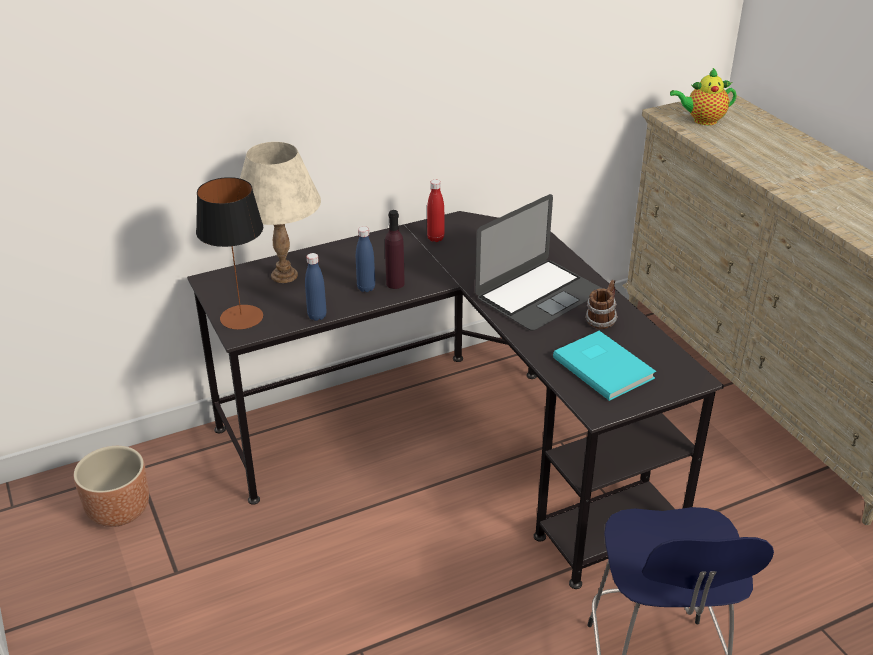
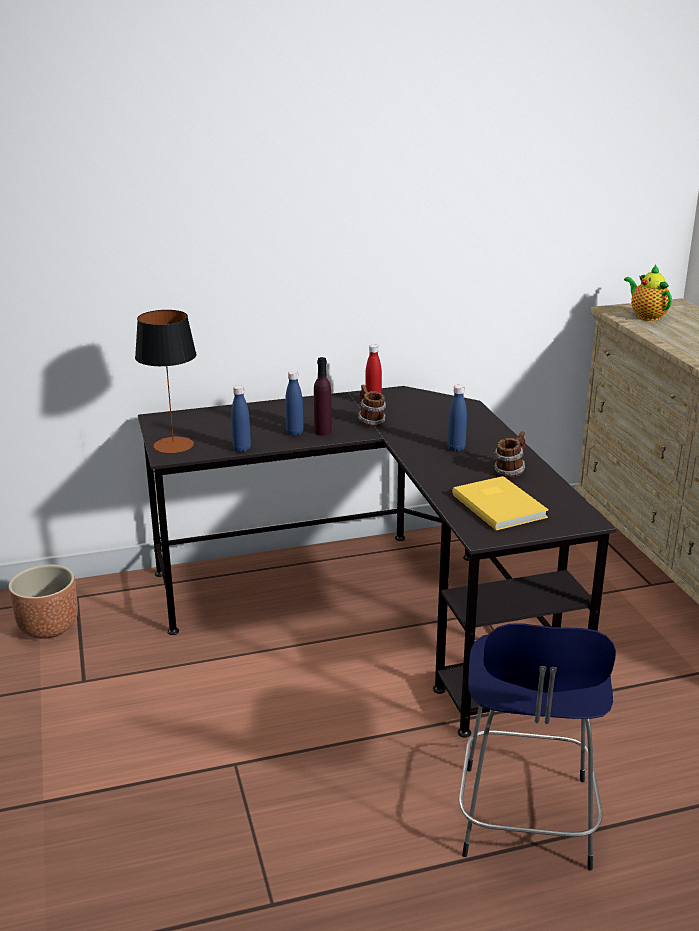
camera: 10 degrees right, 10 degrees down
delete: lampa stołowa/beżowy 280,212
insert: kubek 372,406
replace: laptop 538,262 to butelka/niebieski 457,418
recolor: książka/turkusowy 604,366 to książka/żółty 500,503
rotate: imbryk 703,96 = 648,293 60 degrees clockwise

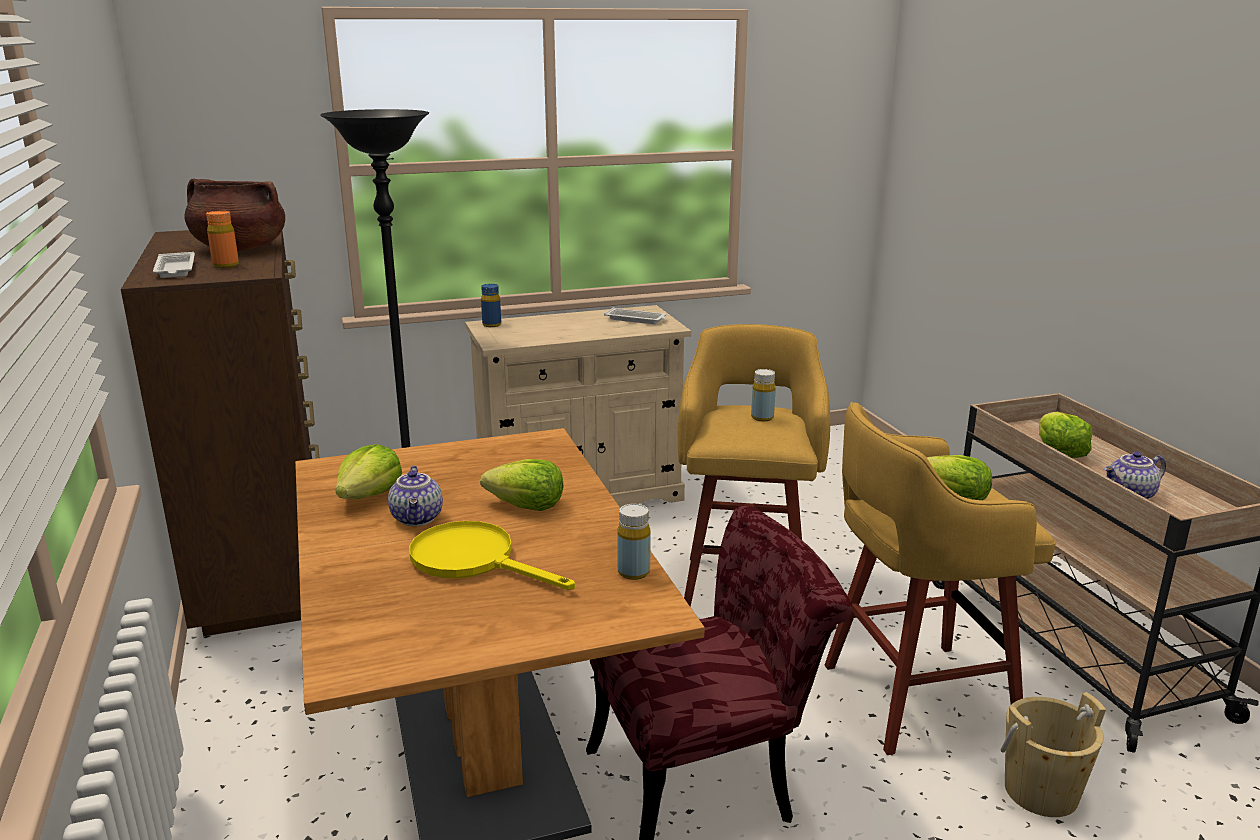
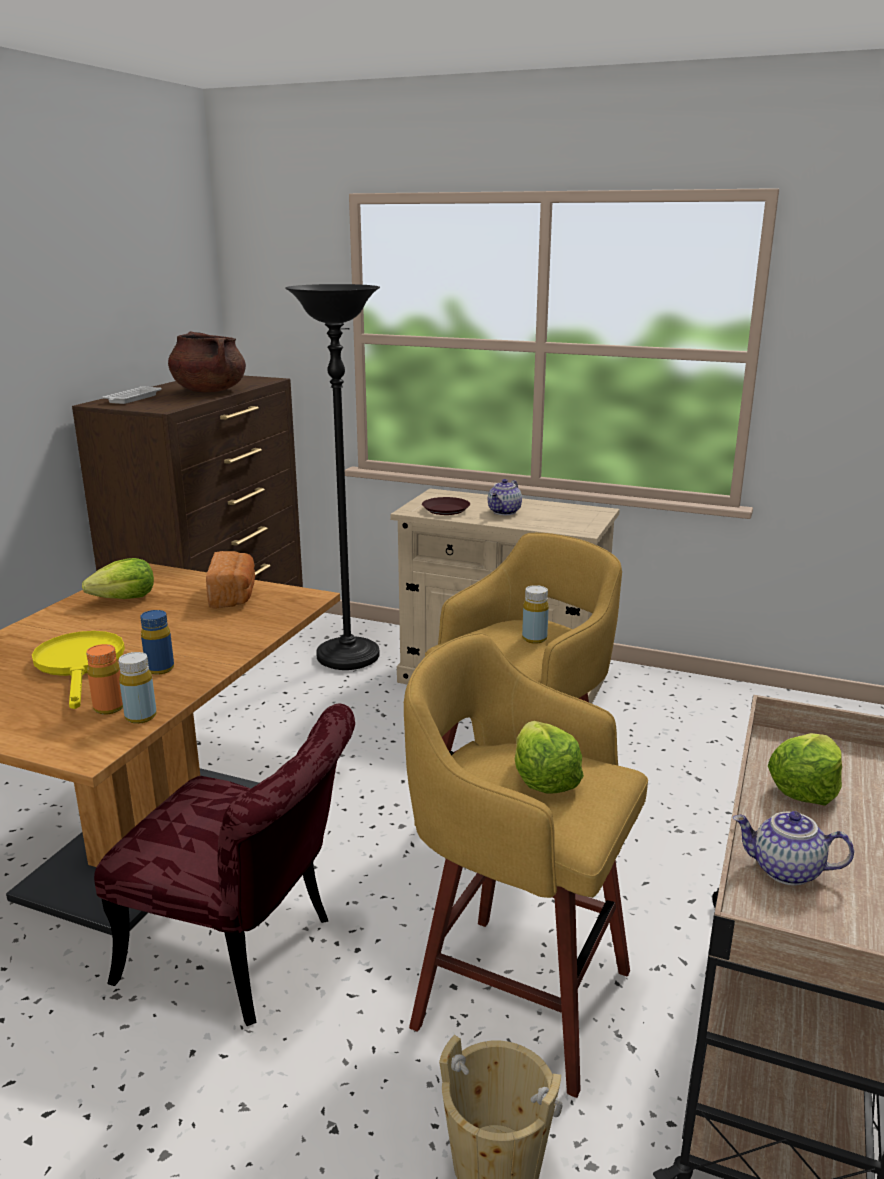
camera: 40 degrees right, 0 degrees up
delete: sałata 521,485; taca/biały 635,315
insert: chleb 230,580; talerz/brązowy 446,506
move: butelka/pomarańczowy 222,239 to 104,679; butelka/niebieski 491,305 to 157,642; imbryk 415,496 to 505,497

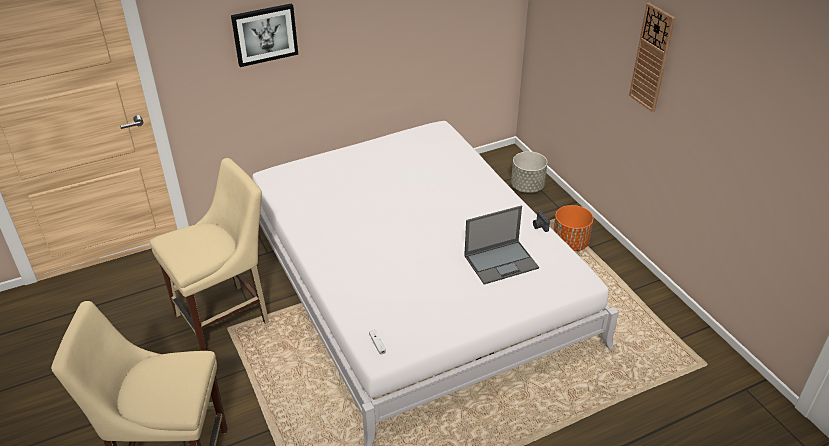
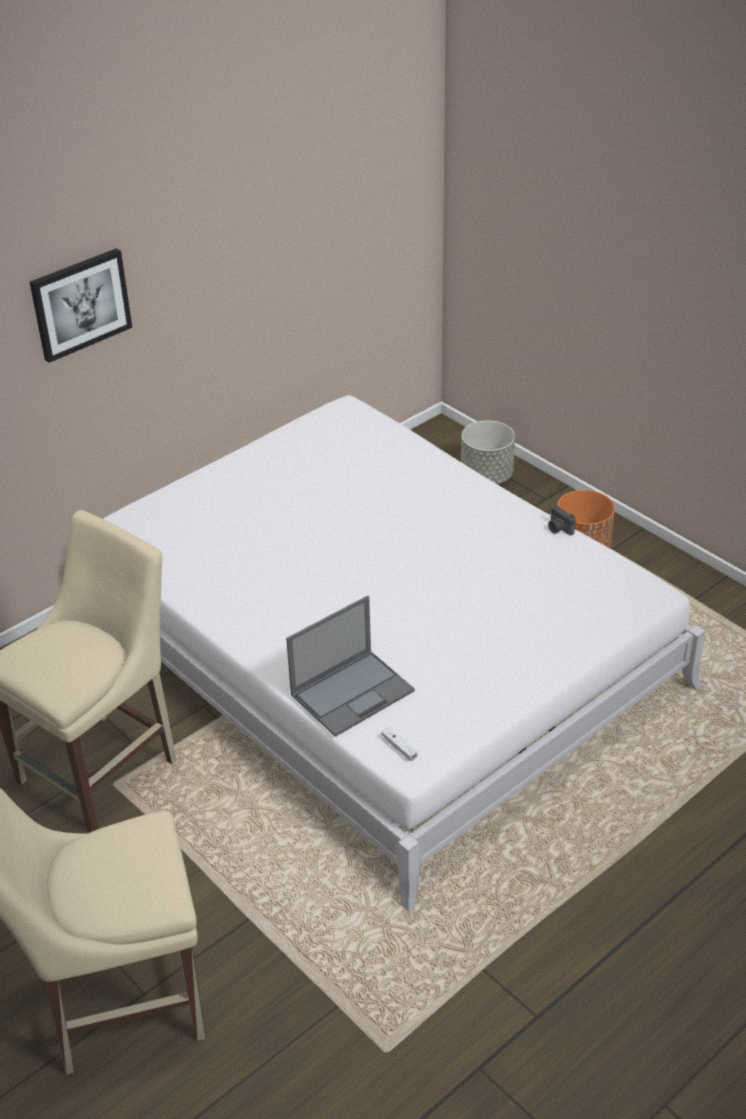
camera: 15 degrees left, 0 degrees up
delete: zegar ścienny 652,58
move: laptop 501,245 to 350,666

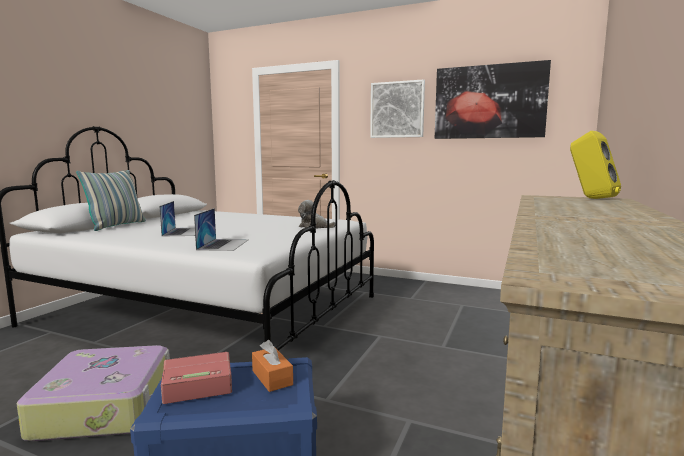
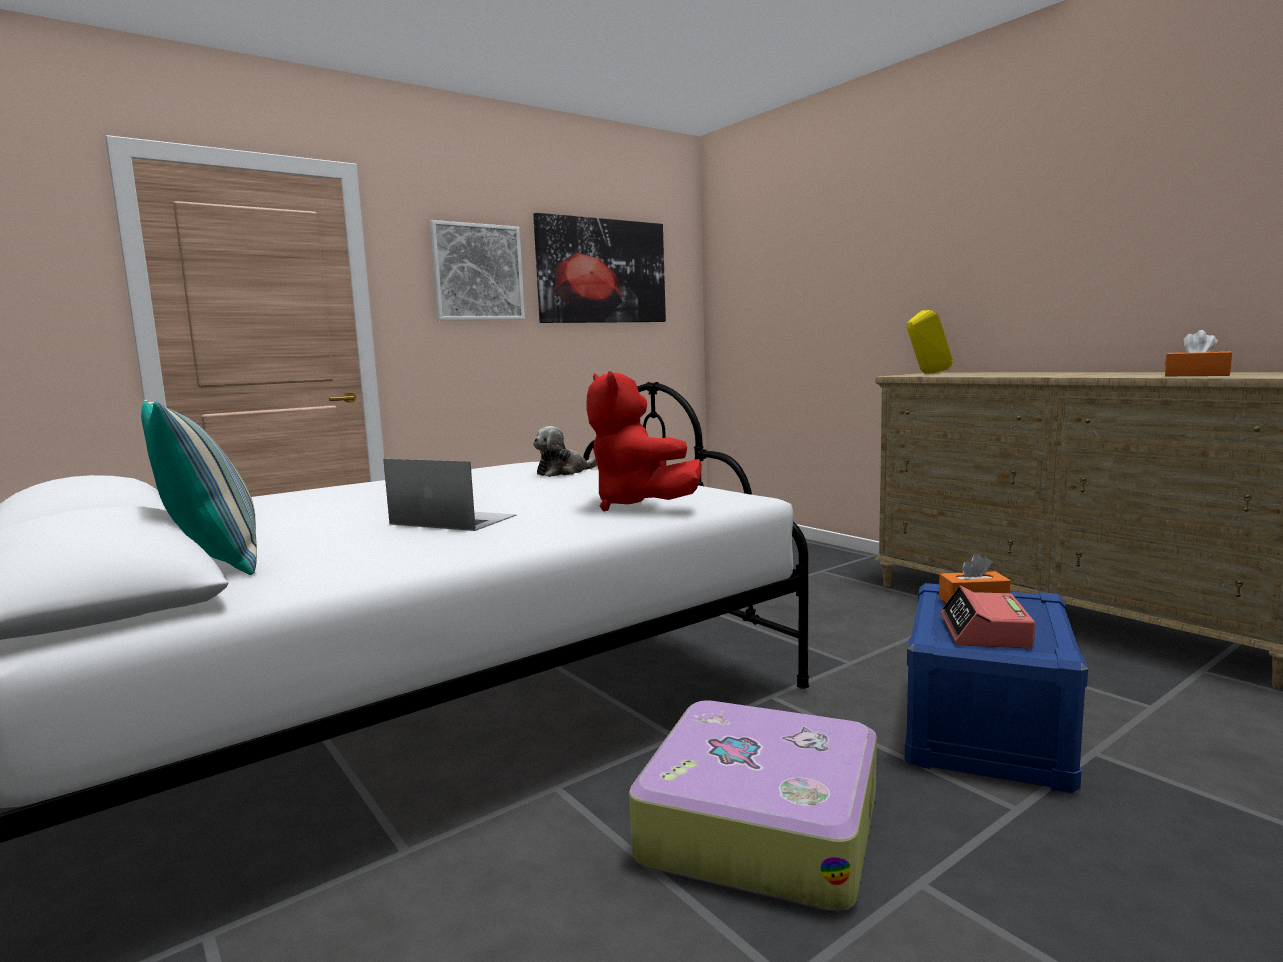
camera: 60 degrees left, 0 degrees up
insert: pudełko chusteczek/pomarańczowy 1198,353
replace: laptop 221,229 to pluszak/czerwony 644,441

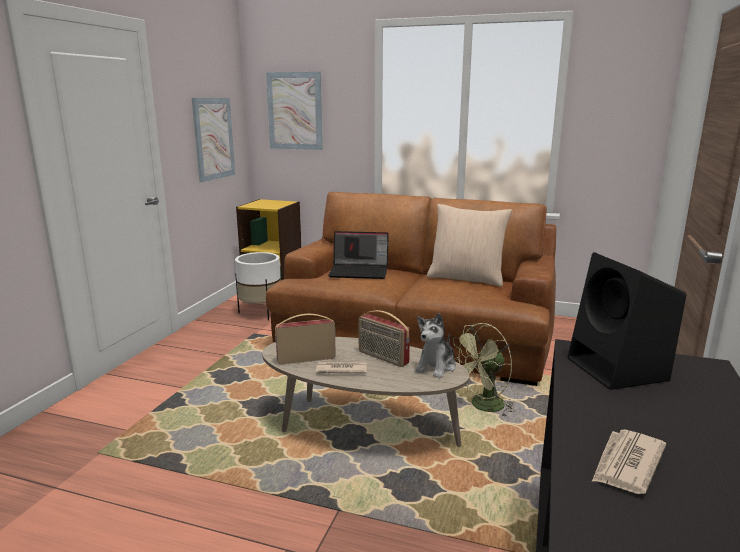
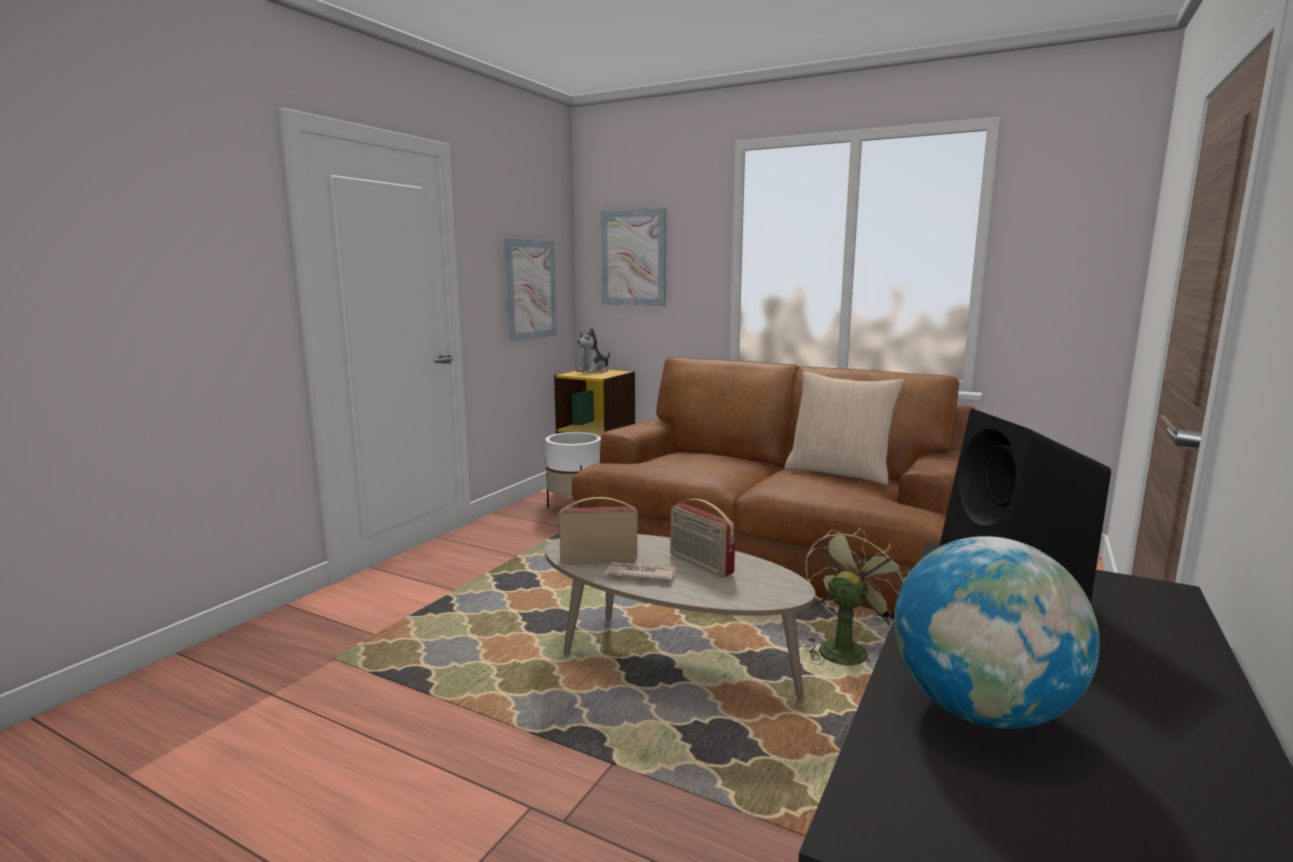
camera: 10 degrees right, 5 degrees down
delete: laptop 358,255
move: pluszak 435,345 to 593,350
replace: gazeta 629,462 to globus 997,632
rotate: wentylator/zielony 483,370 = 856,596 150 degrees clockwise

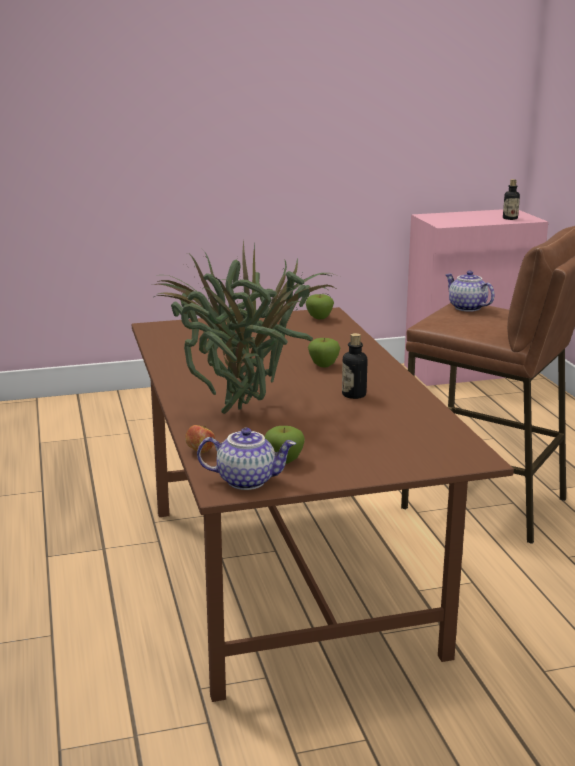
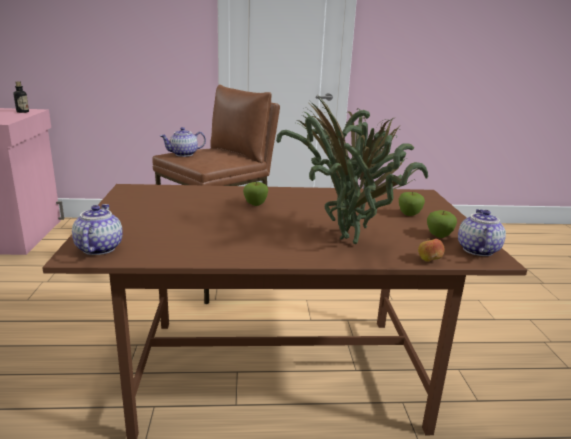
camera: 80 degrees left, 0 degrees up
delete: butelka 355,366
insert: imbryk 97,229
move: jabłko 320,307 to 412,204

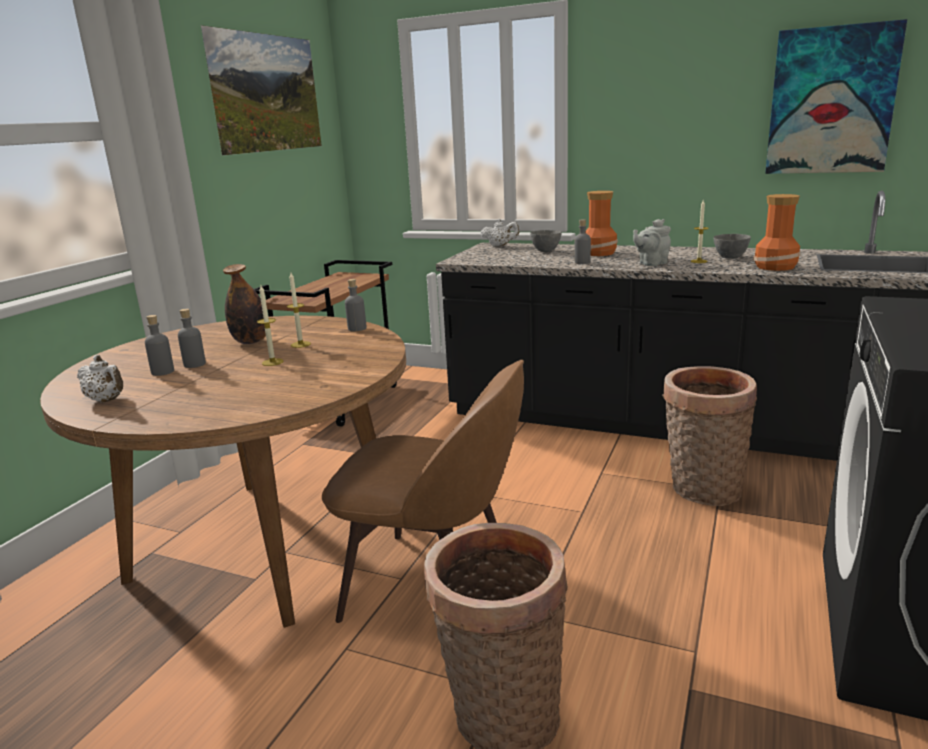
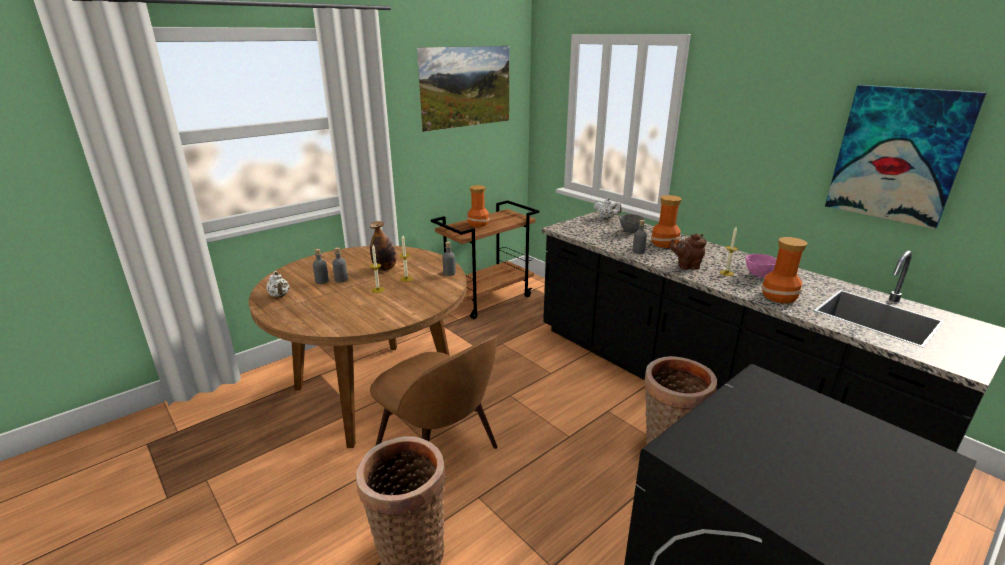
camera: 25 degrees right, 5 degrees up
insert: wazon 478,206
recolor: imbryk/szary 652,242 to imbryk/brązowy 688,252; miska/szary 732,246 to miska/różowy 761,265

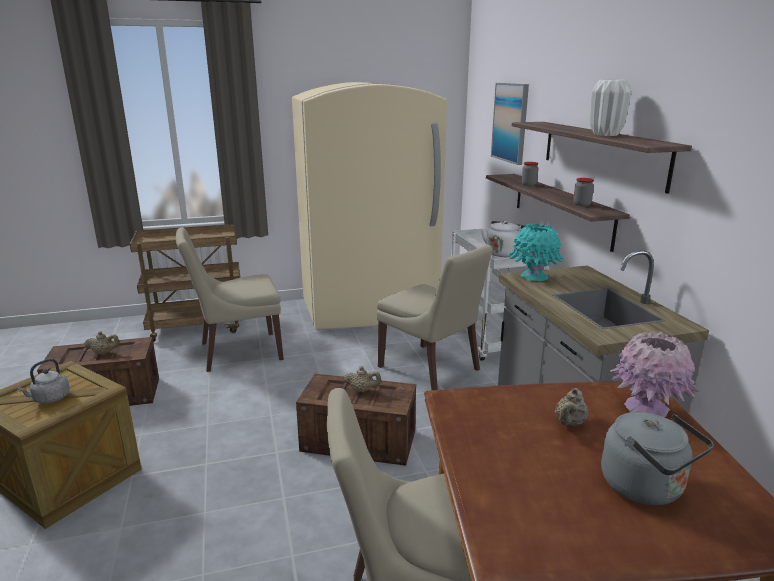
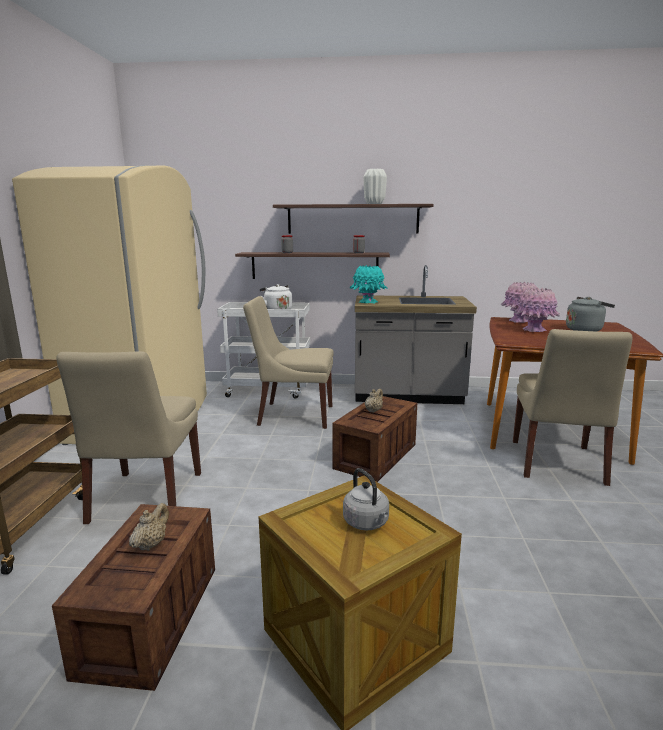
camera: 70 degrees left, 5 degrees down
delete: obraz 510,124
replace: imbryk/beżowy 571,407 to wazon/różowy 537,310
rotate: krzesło/beżowy 435,317 = 288,362 150 degrees counterclockwise

